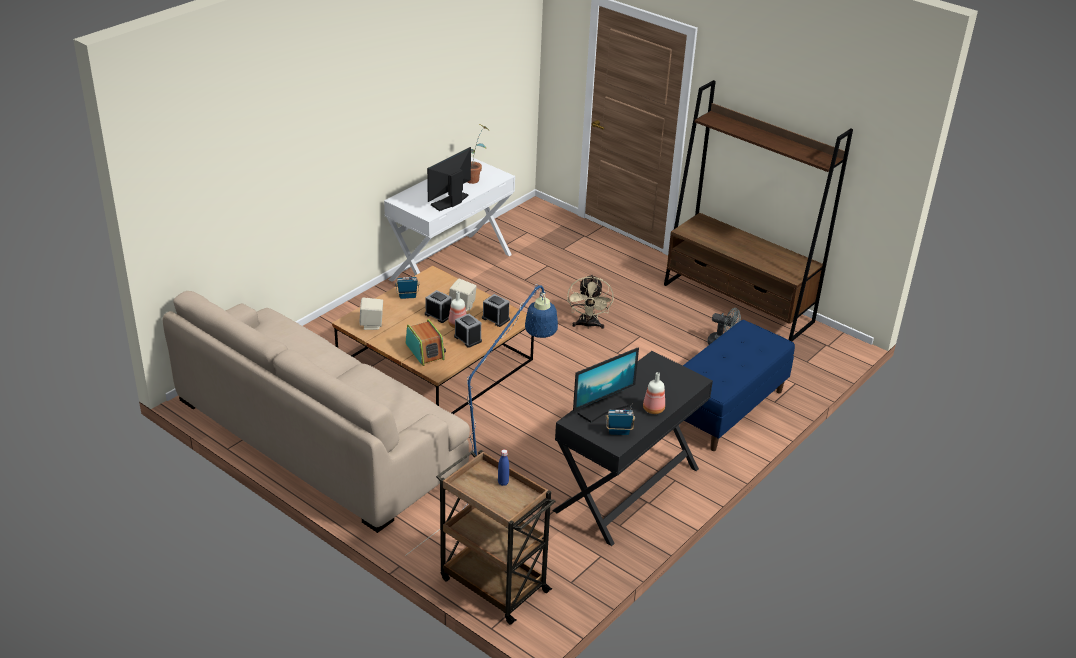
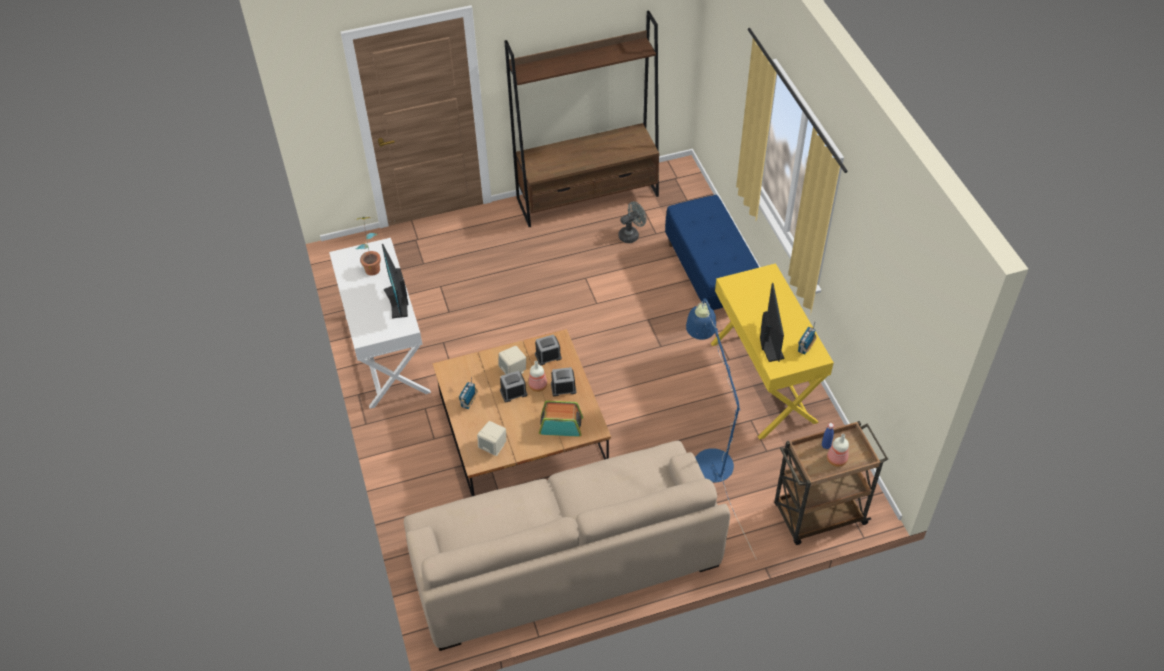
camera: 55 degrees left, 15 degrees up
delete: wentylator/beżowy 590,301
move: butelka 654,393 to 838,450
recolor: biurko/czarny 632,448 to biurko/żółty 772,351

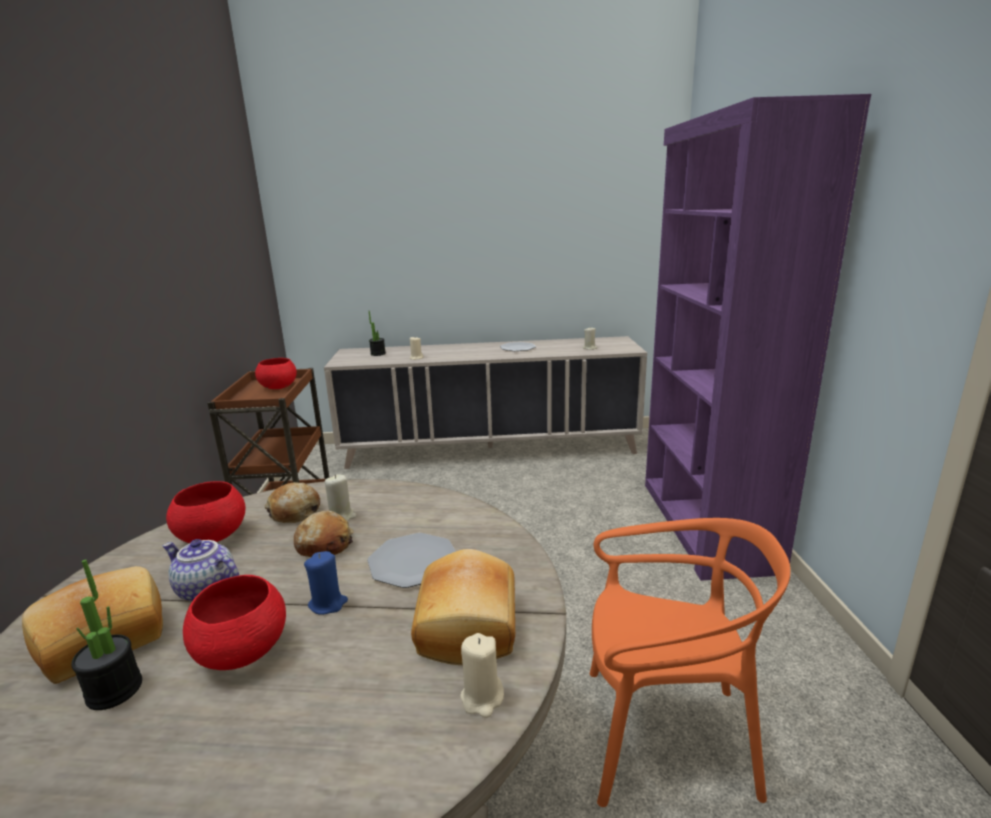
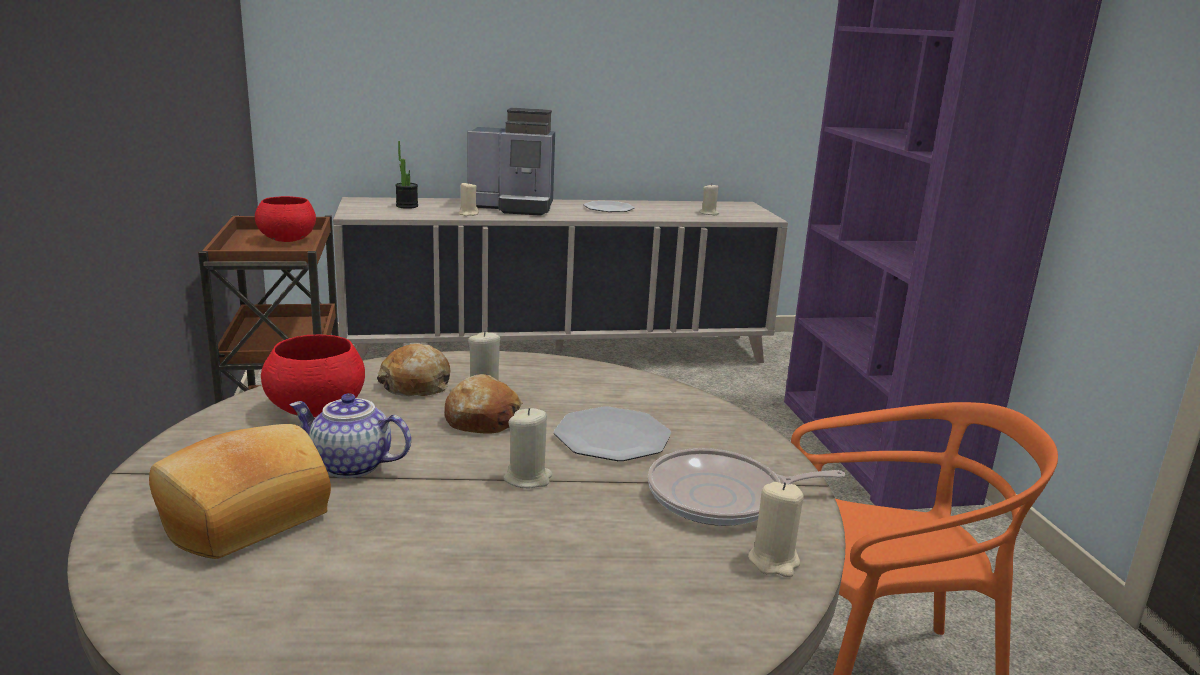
camera: 10 degrees left, 0 degrees up
delete: roślina doniczkowa 106,634; miska/czerwony 234,622
insert: ekspres do kawy 511,162
replace: chleb 463,607 to patelnia 746,487
recolor: świeca/niebieski 326,583 to świeca/beżowy 528,448

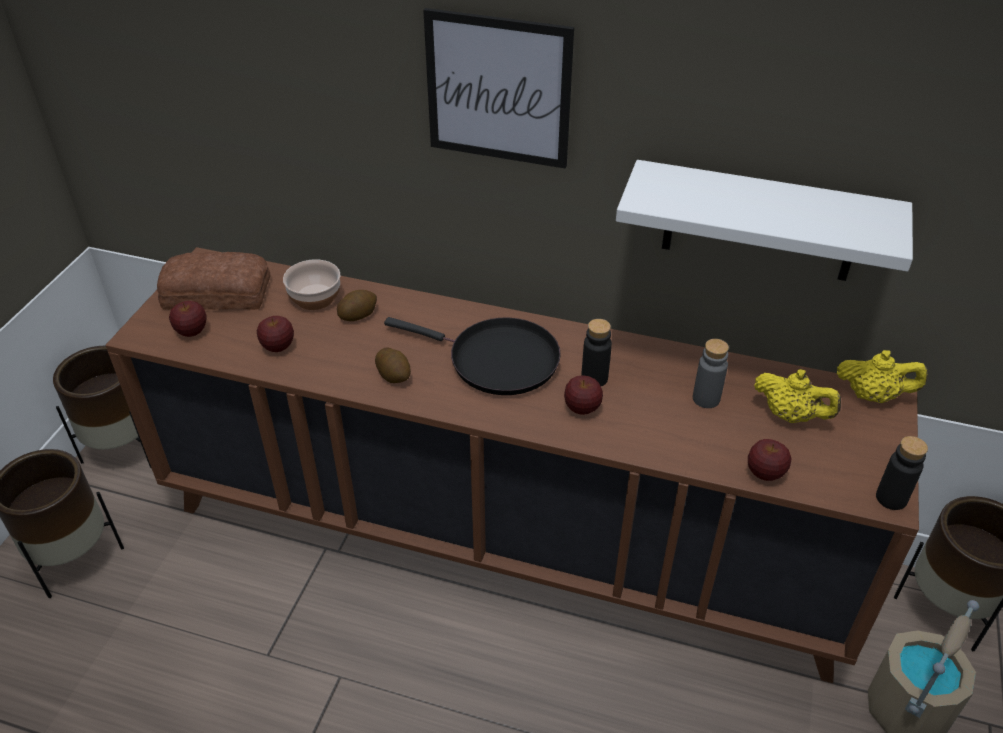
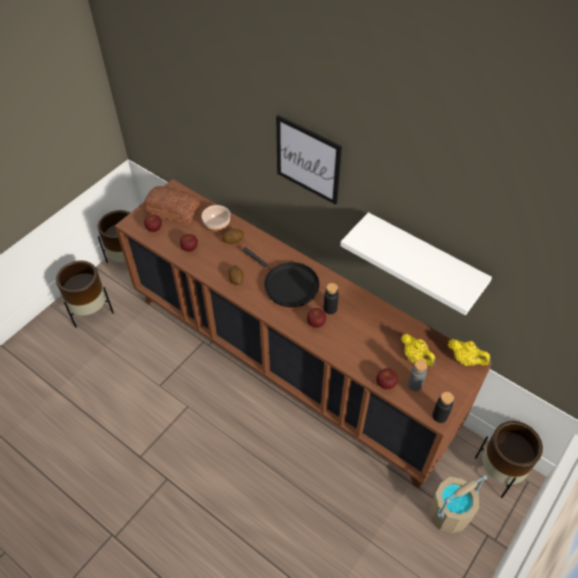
camera: 20 degrees right, 10 degrees up
move: butelka/szary 711,373 to 417,375

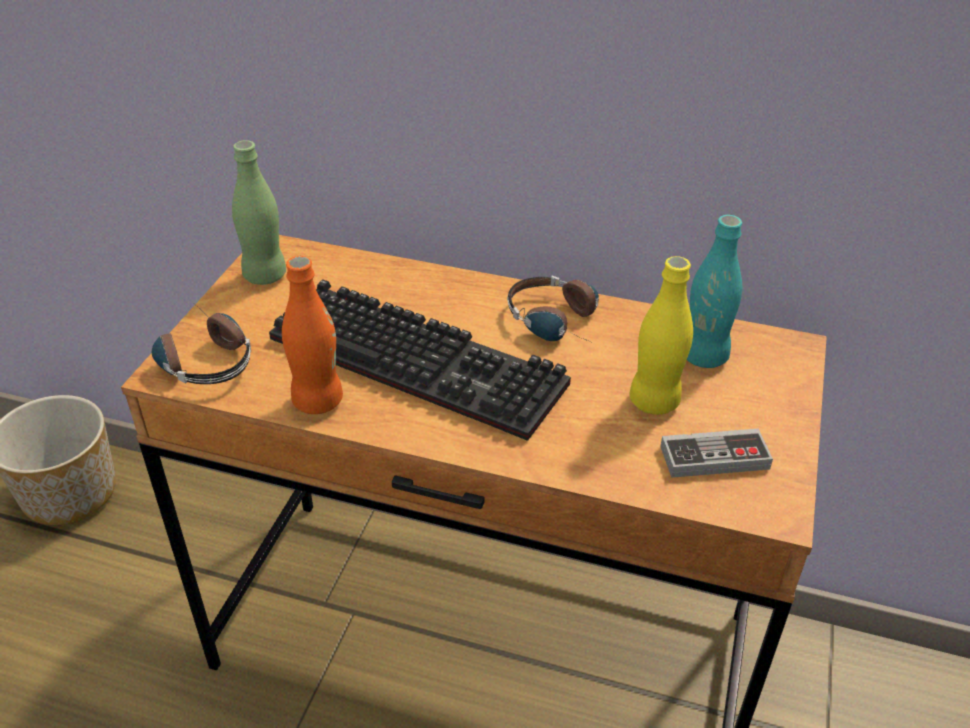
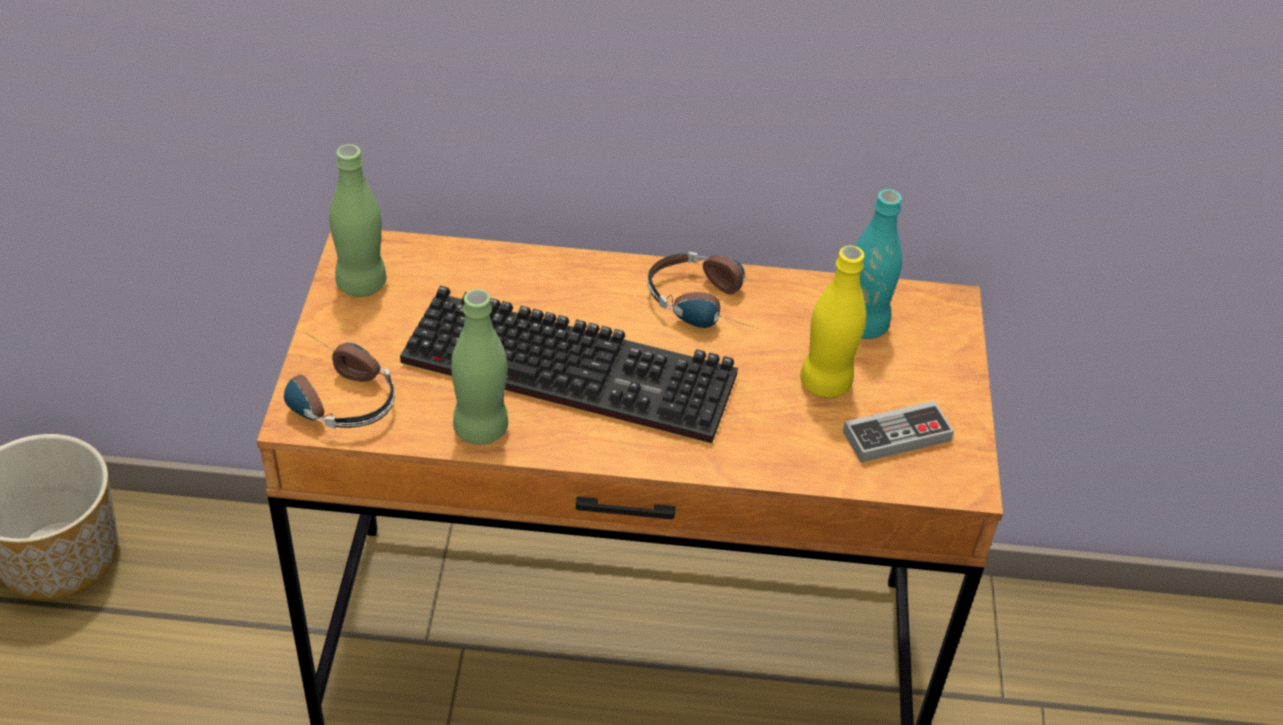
camera: 15 degrees left, 5 degrees up
recolor: butelka/pomarańczowy 312,335 to butelka/zielony 479,367

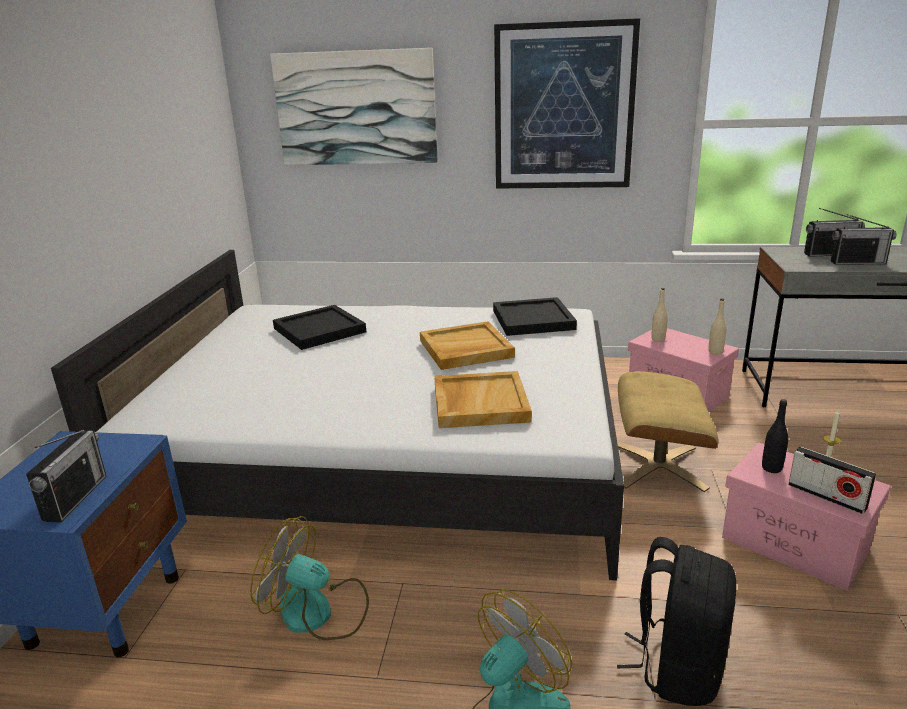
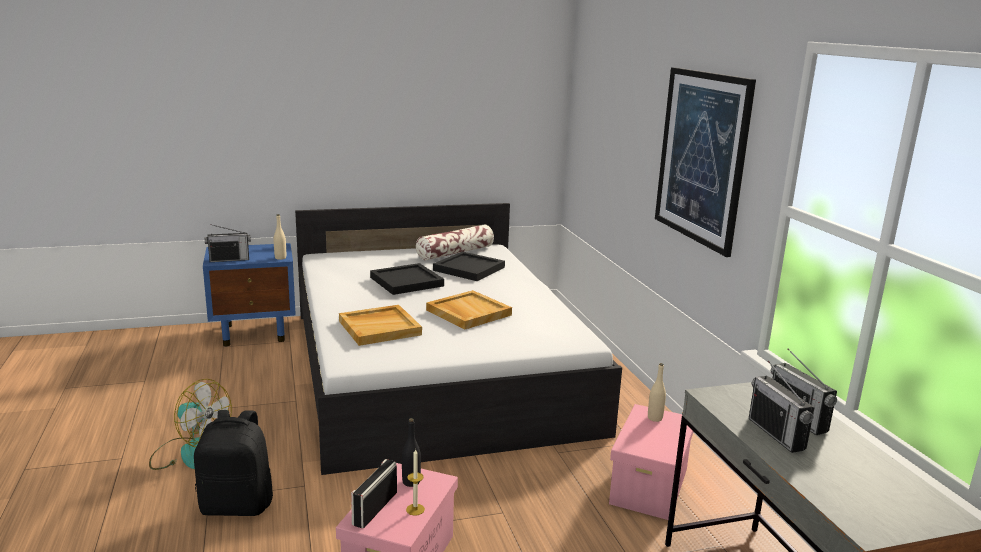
camera: 65 degrees right, 5 degrees down
delete: wentylator 309,578; obraz 354,106; pufa/beżowy 668,431
insert: poduszka 455,242
move: butelka/beżowy 717,326 to 280,237; taca/czarny 535,316 to 407,279

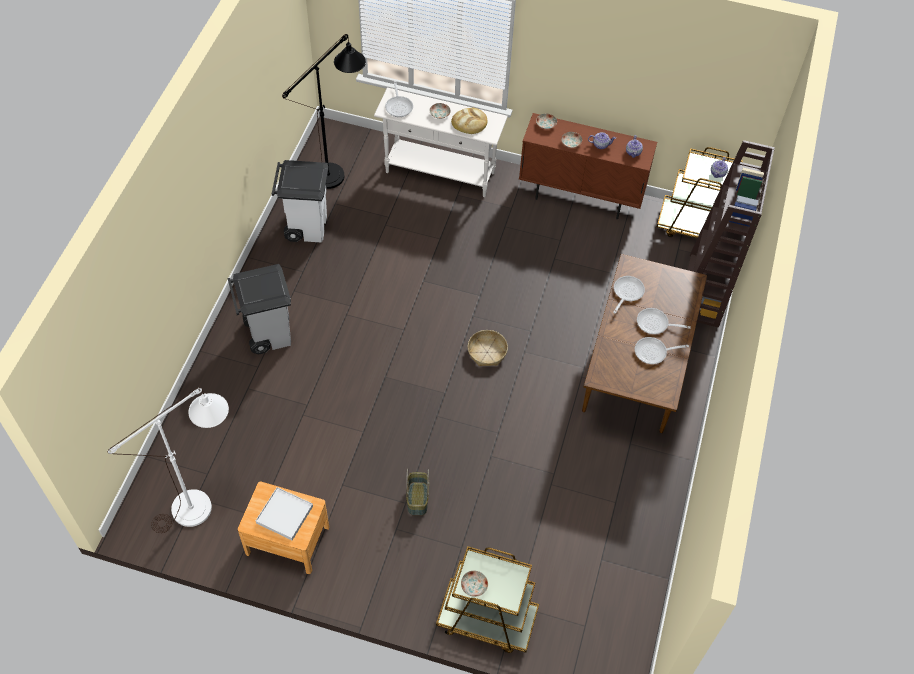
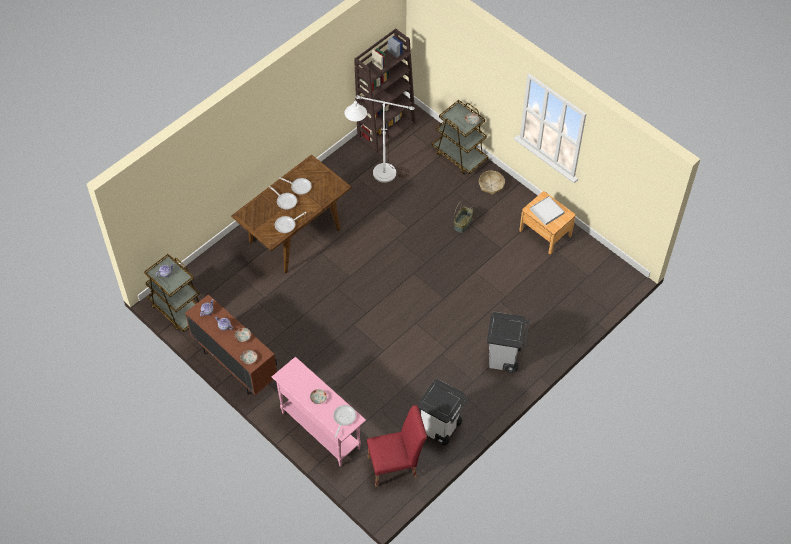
camera: 150 degrees left, 0 degrees up
delete: chleb 469,121
move: lampa stojąca/biały 168,460 to 380,139; regał/brązowy 731,234 to 385,90; koszyk 488,348 to 492,183
replace: lampa stojąca/czarny 324,111 to krzesło/czerwony 397,446
recolor: stolik konsolowy/biały 441,142 to stolik konsolowy/różowy 319,411

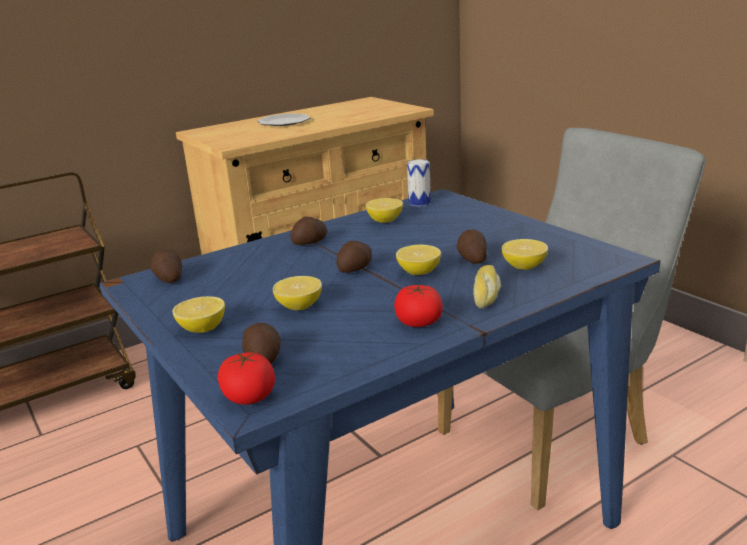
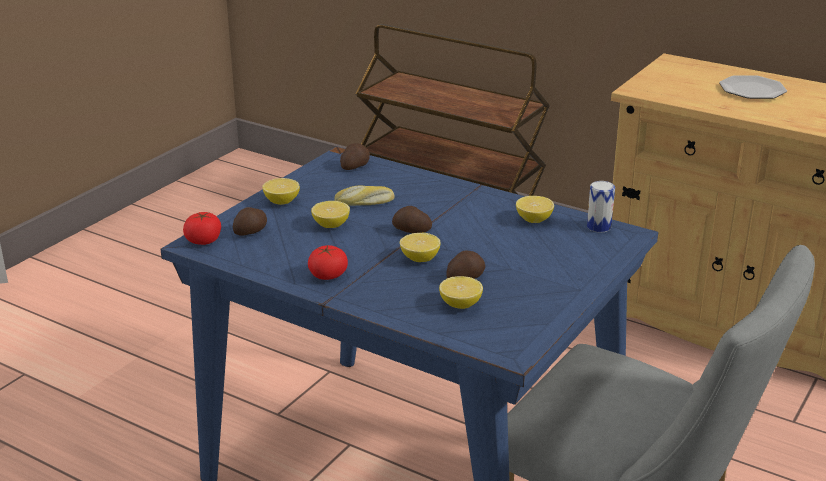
camera: 65 degrees right, 5 degrees up
delete: ziemniak 308,231
move: chleb 487,287 to 364,195

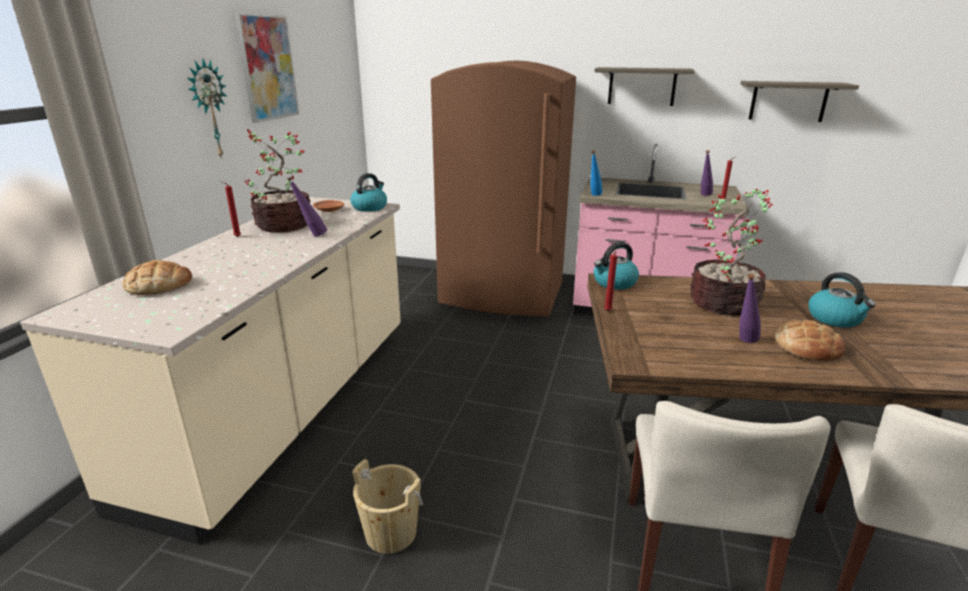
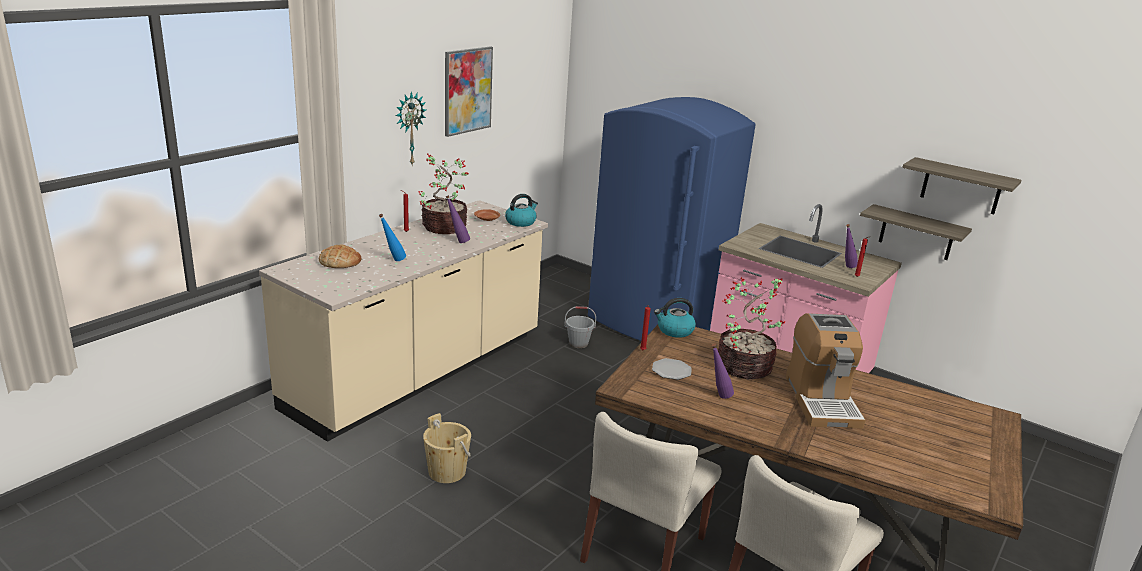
camera: 20 degrees right, 0 degrees up
delete: chleb 810,340
insert: wiadro/szary 580,327; talerz 672,369
move: butelka/niebieski 596,173 to 392,237; półka 644,86 to 916,232
replace: czajnik 842,299 to ekspres do kawy 826,371
recolor: lodówka/brązowy 503,188 to lodówka/niebieski 672,219

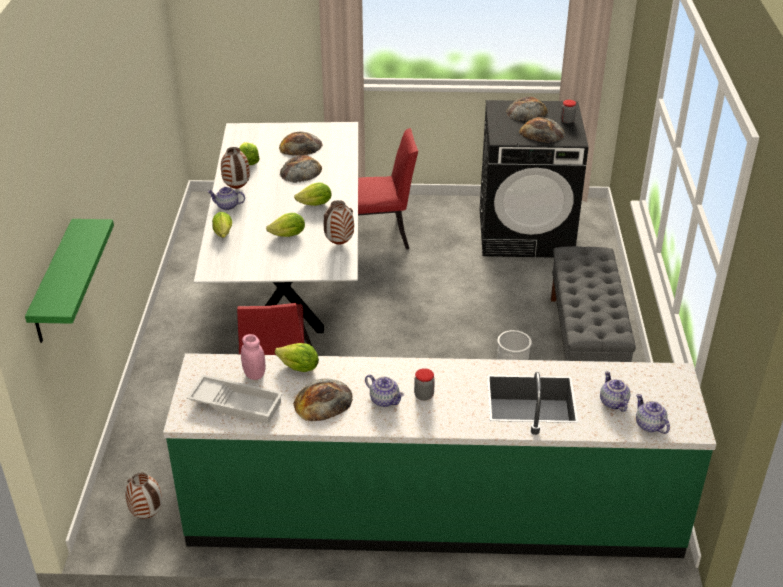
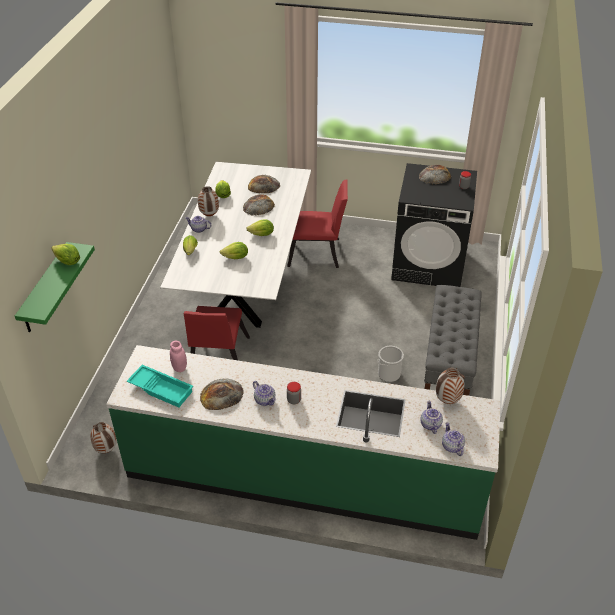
camera: 10 degrees right, 5 degrees up
delete: chleb 542,130
move: sałata 297,357 to 65,254; wazon 338,222 to 450,386
recolor: taca/biały 235,399 to taca/turkusowy 160,386

